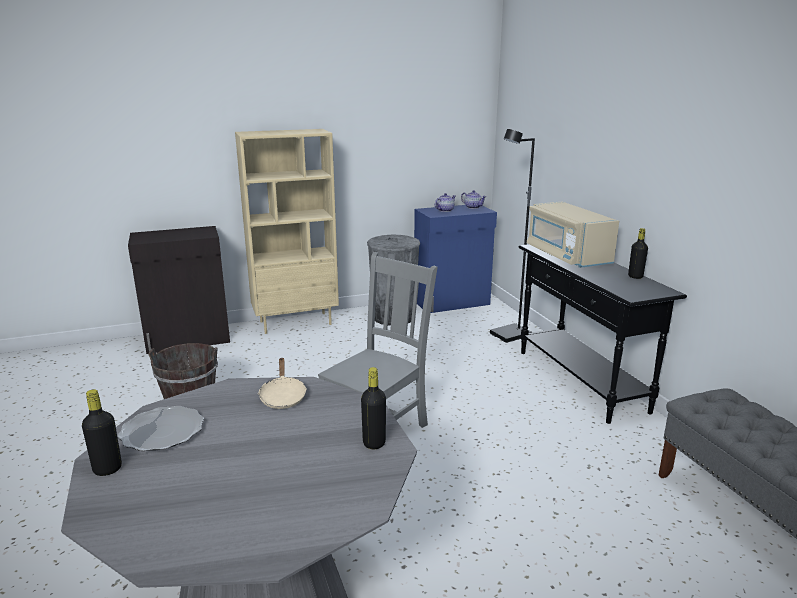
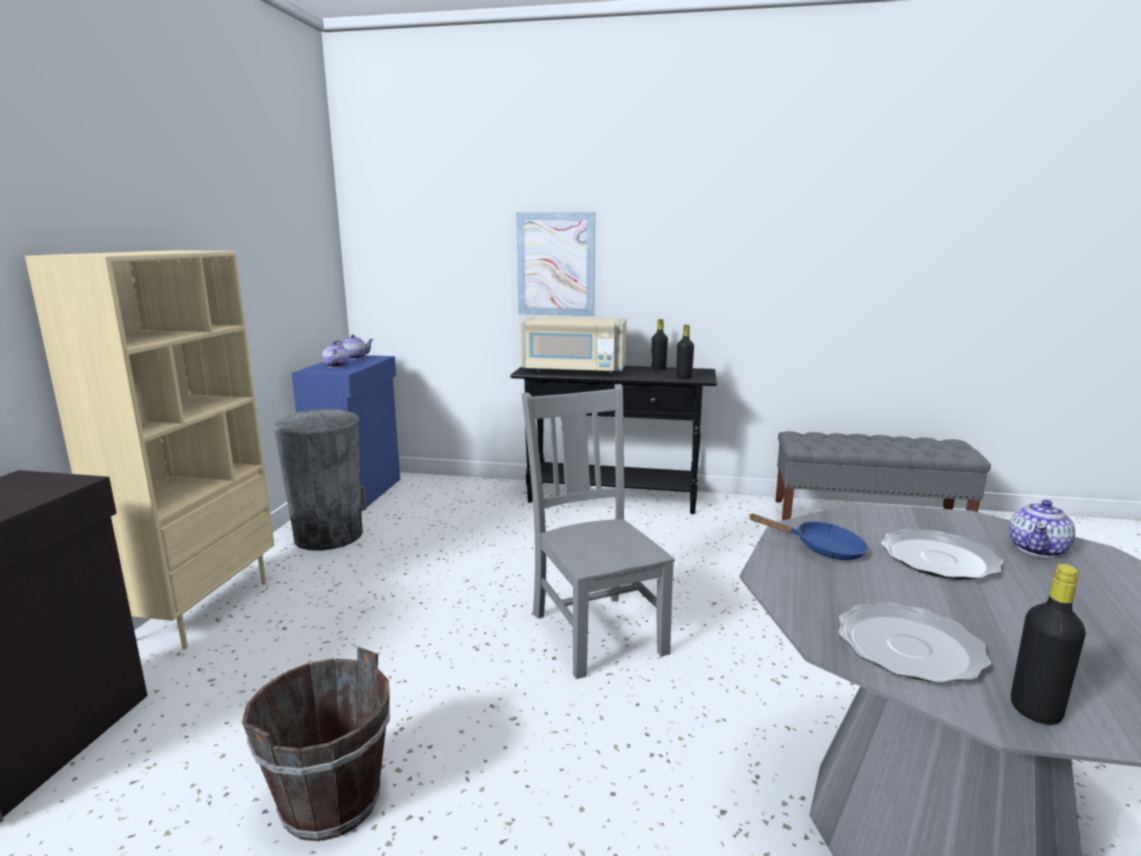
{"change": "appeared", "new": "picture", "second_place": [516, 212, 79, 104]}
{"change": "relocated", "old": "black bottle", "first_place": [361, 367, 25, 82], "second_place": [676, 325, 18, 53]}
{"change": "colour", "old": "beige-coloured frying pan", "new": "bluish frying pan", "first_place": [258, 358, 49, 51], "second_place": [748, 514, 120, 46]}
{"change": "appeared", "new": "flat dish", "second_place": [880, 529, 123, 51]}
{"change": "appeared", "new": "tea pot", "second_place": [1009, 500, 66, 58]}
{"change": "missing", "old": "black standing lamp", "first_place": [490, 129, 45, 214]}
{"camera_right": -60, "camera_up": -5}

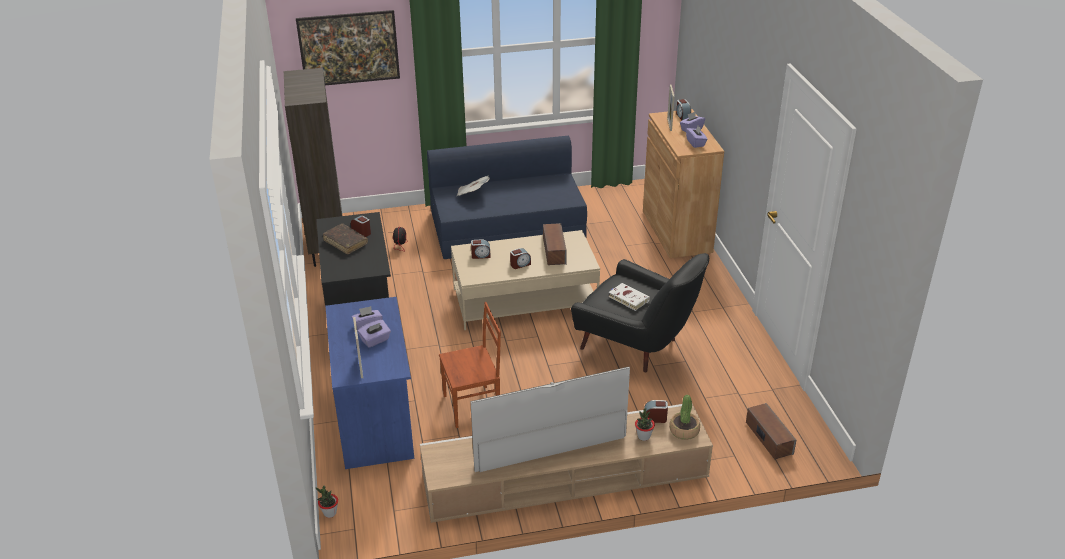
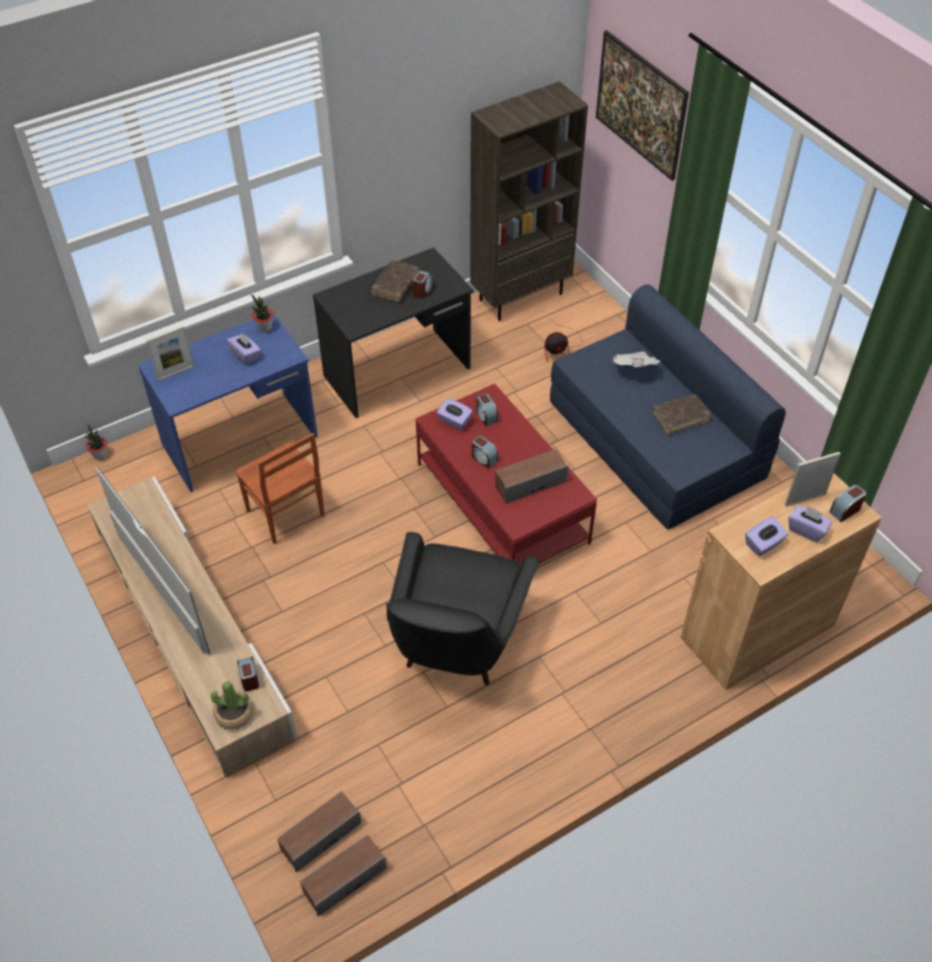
{"change": "relocated", "old": "potted plant", "first_place": [635, 408, 20, 33], "second_place": [251, 294, 23, 38]}
{"change": "appeared", "new": "audio speaker", "second_place": [300, 835, 87, 81]}
{"change": "colour", "old": "beige-coloured lounge table", "new": "red-coloured lounge table", "first_place": [451, 230, 149, 100], "second_place": [415, 383, 182, 182]}
{"change": "relocated", "old": "purple box of tissues", "first_place": [358, 320, 33, 28], "second_place": [437, 398, 36, 32]}
{"change": "appeared", "new": "brownish bound book", "second_place": [653, 394, 58, 41]}
{"change": "missing", "old": "whitish bound book", "first_place": [608, 283, 42, 28]}
{"camera_right": 70, "camera_up": 15}

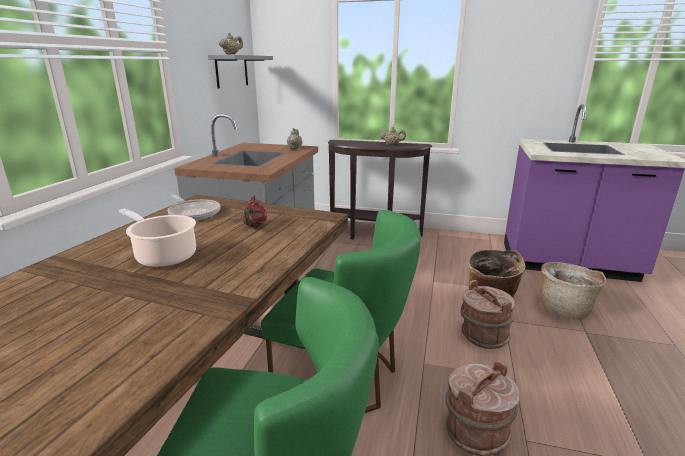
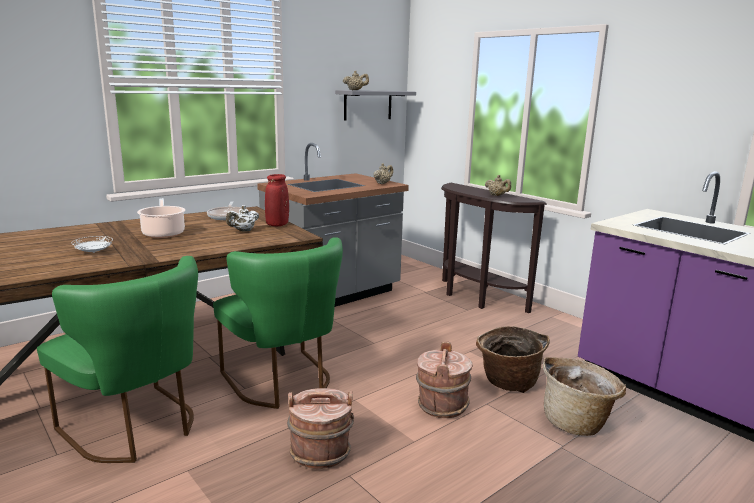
{"change": "appeared", "new": "whitish flat dish", "second_place": [72, 236, 41, 17]}
{"change": "colour", "old": "red-coloured tea pot", "new": "whitish tea pot", "first_place": [241, 196, 26, 32], "second_place": [226, 205, 33, 27]}
{"change": "appeared", "new": "red-coloured decorative vase", "second_place": [265, 174, 24, 52]}
{"camera_right": 35, "camera_up": -5}

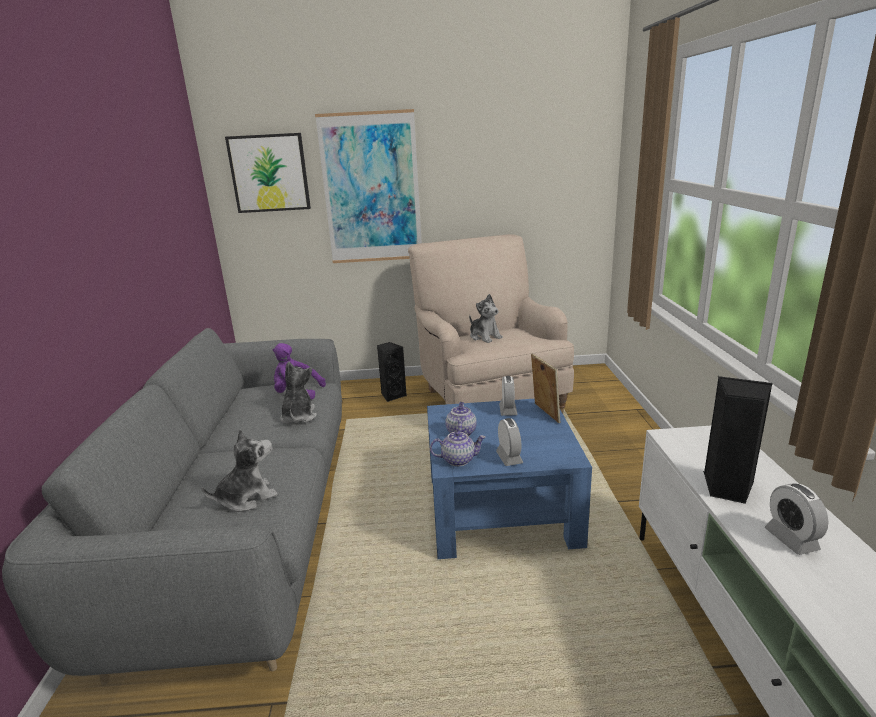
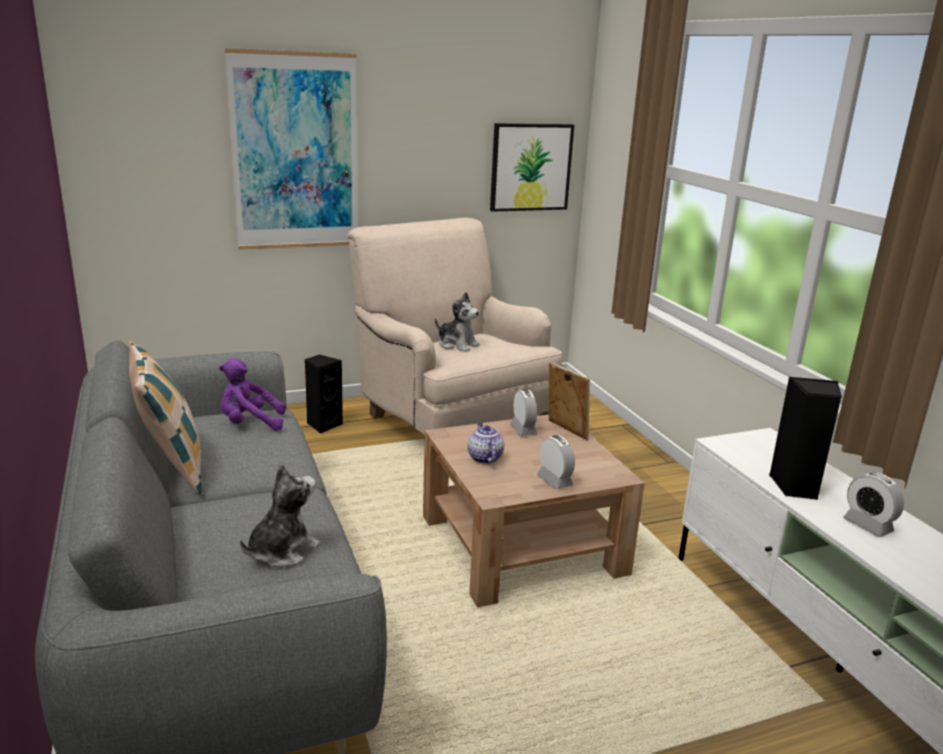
{"change": "appeared", "new": "throw pillow", "second_place": [129, 340, 73, 155]}
{"change": "colour", "old": "bluish lounge table", "new": "brownish lounge table", "first_place": [427, 399, 165, 160], "second_place": [423, 415, 222, 193]}
{"change": "relocated", "old": "picture", "first_place": [225, 133, 86, 80], "second_place": [490, 123, 84, 89]}
{"change": "missing", "old": "plush toy", "first_place": [280, 361, 37, 63]}
{"change": "missing", "old": "tea pot", "first_place": [430, 431, 56, 35]}
{"camera_right": -20, "camera_up": 0}

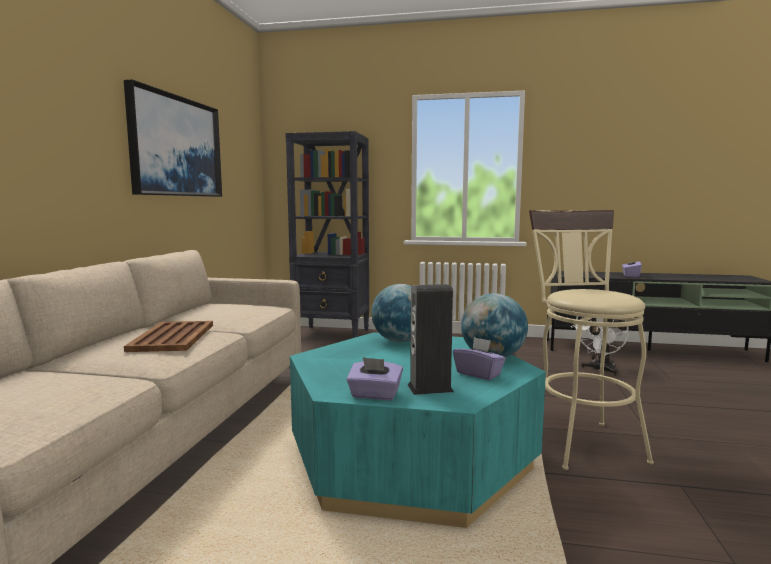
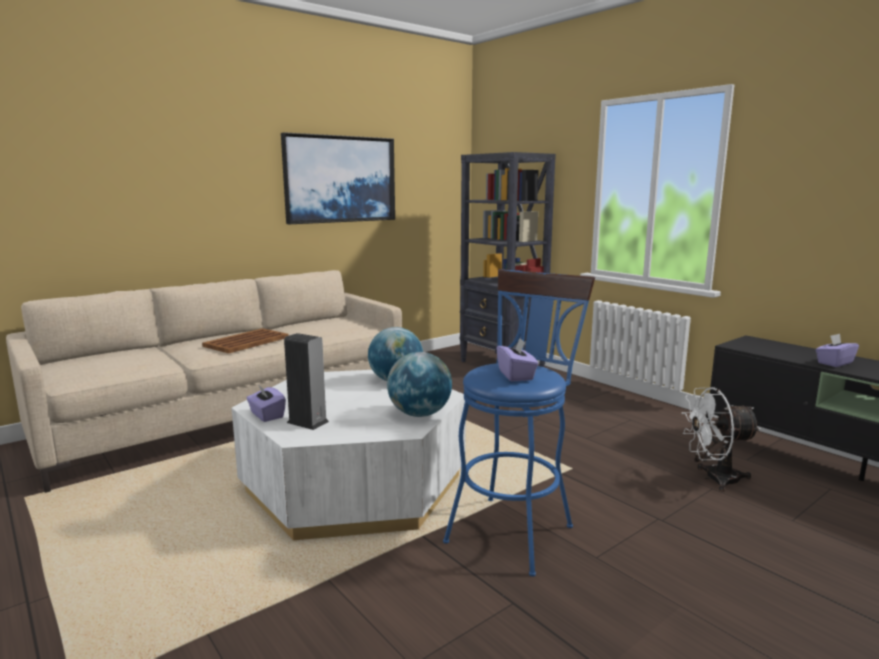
{"change": "colour", "old": "turquoise-coloured lounge table", "new": "whitish lounge table", "first_place": [290, 333, 256, 195], "second_place": [231, 370, 235, 170]}
{"change": "colour", "old": "beige-coloured stool", "new": "bluish stool", "first_place": [529, 210, 125, 260], "second_place": [443, 269, 152, 308]}
{"change": "relocated", "old": "purple box of tissues", "first_place": [453, 337, 53, 43], "second_place": [496, 338, 42, 43]}
{"camera_right": 40, "camera_up": 5}

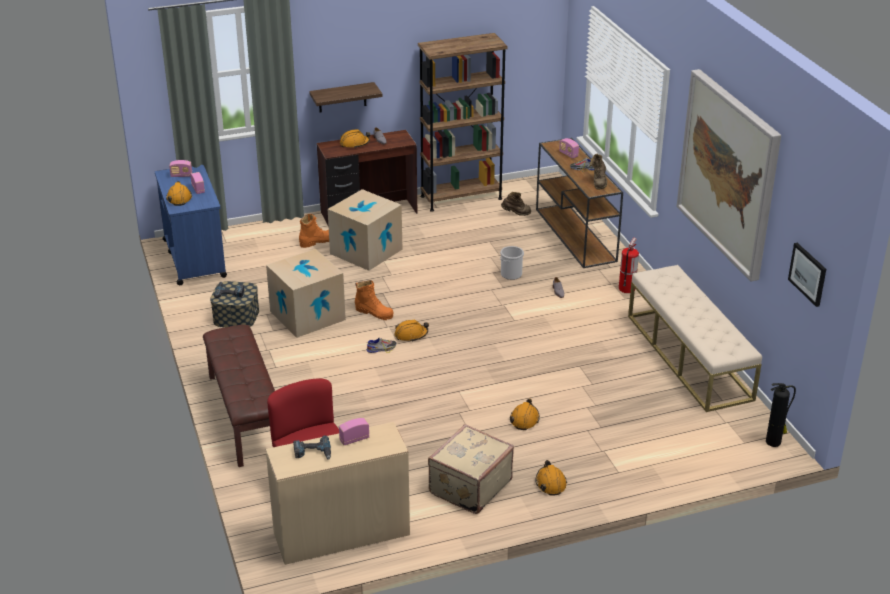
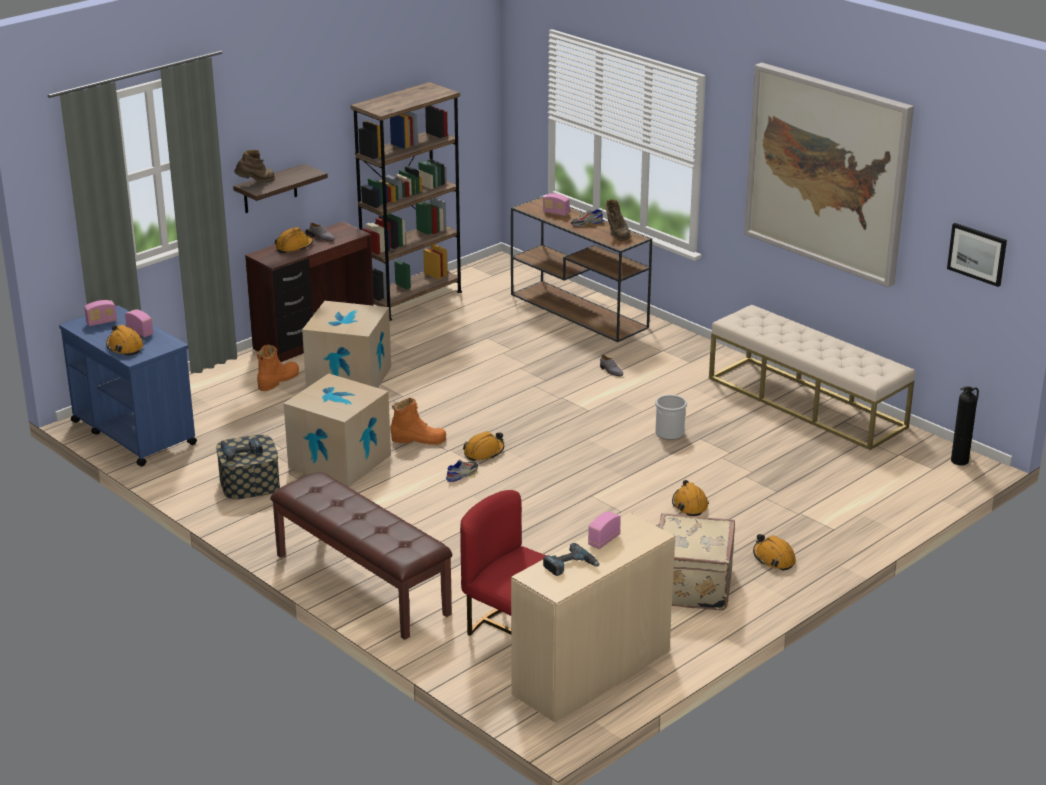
{"change": "relocated", "old": "brownish high-top boot", "first_place": [501, 192, 30, 24], "second_place": [234, 150, 41, 32]}
{"change": "relocated", "old": "bucket", "first_place": [500, 246, 24, 34], "second_place": [655, 395, 32, 45]}
{"change": "missing", "old": "fire-fighting cylinder", "first_place": [619, 238, 20, 55]}
{"camera_right": -25, "camera_up": -5}

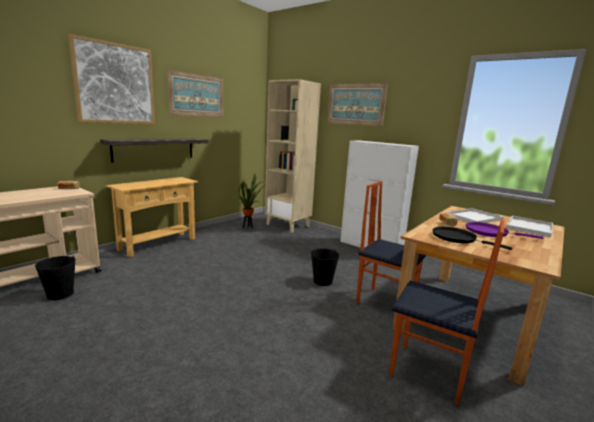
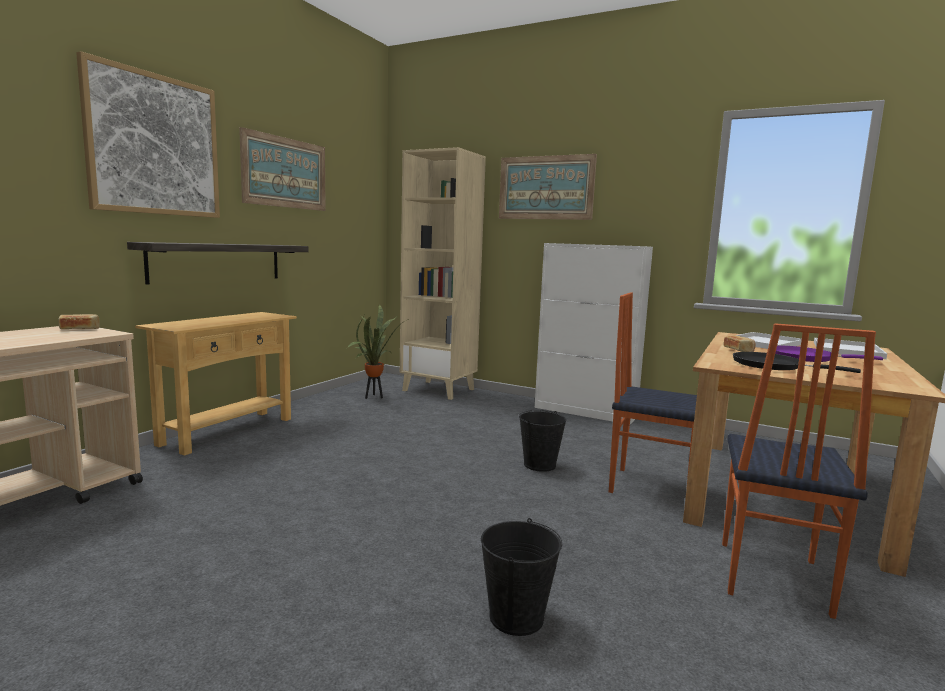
{"change": "relocated", "old": "black bucket", "first_place": [35, 255, 41, 45], "second_place": [481, 518, 81, 118]}
{"change": "spun", "old": "chair", "first_place": [389, 219, 116, 187], "second_place": [722, 323, 154, 296], "degrees": 90}
{"camera_right": -10, "camera_up": -5}

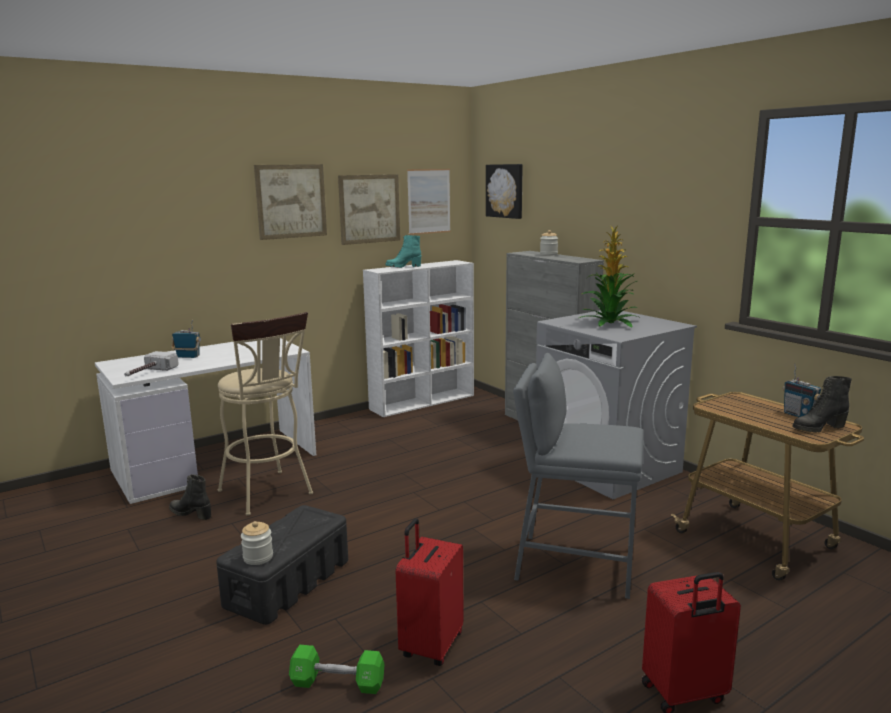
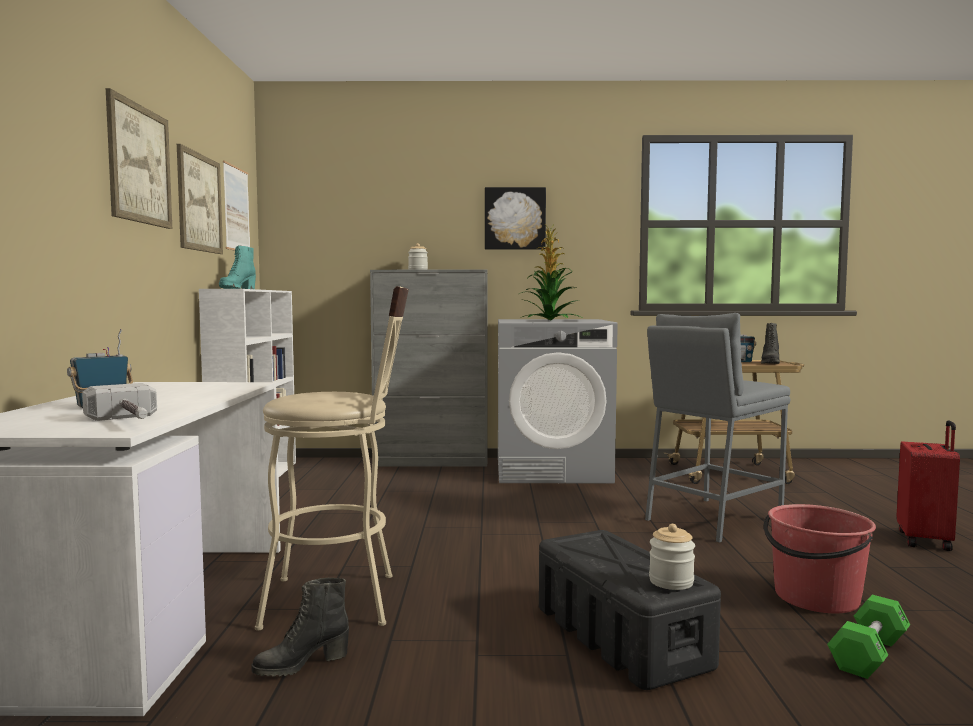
{"change": "relocated", "old": "picture", "first_place": [486, 164, 37, 55], "second_place": [485, 187, 61, 63]}
{"change": "exchanged", "old": "red-coloured travel case", "new": "red-coloured bucket", "first_place": [396, 518, 68, 148], "second_place": [764, 504, 112, 109]}
{"camera_right": -55, "camera_up": -10}

